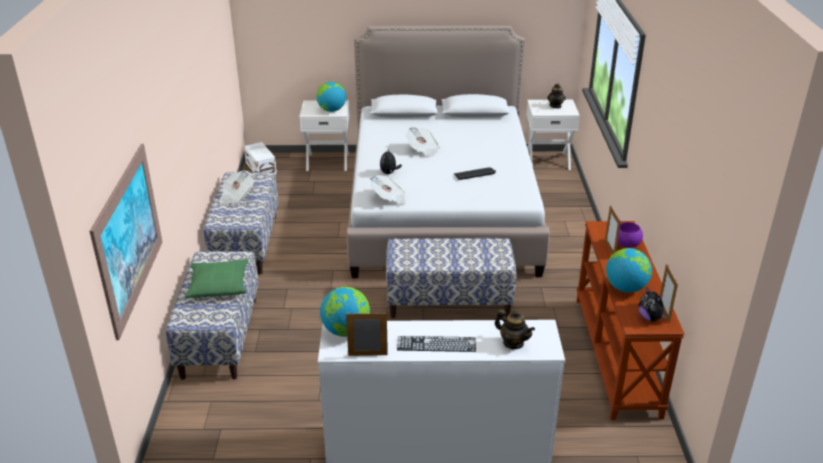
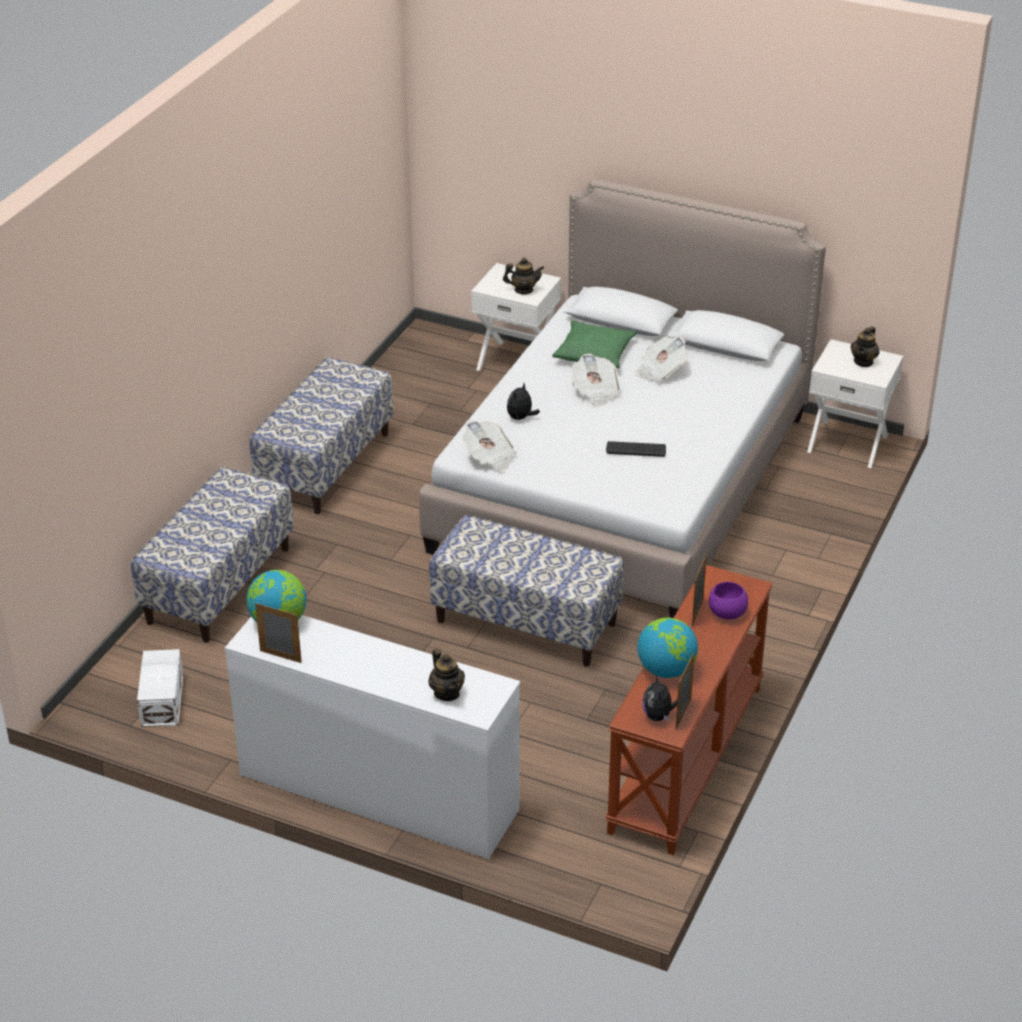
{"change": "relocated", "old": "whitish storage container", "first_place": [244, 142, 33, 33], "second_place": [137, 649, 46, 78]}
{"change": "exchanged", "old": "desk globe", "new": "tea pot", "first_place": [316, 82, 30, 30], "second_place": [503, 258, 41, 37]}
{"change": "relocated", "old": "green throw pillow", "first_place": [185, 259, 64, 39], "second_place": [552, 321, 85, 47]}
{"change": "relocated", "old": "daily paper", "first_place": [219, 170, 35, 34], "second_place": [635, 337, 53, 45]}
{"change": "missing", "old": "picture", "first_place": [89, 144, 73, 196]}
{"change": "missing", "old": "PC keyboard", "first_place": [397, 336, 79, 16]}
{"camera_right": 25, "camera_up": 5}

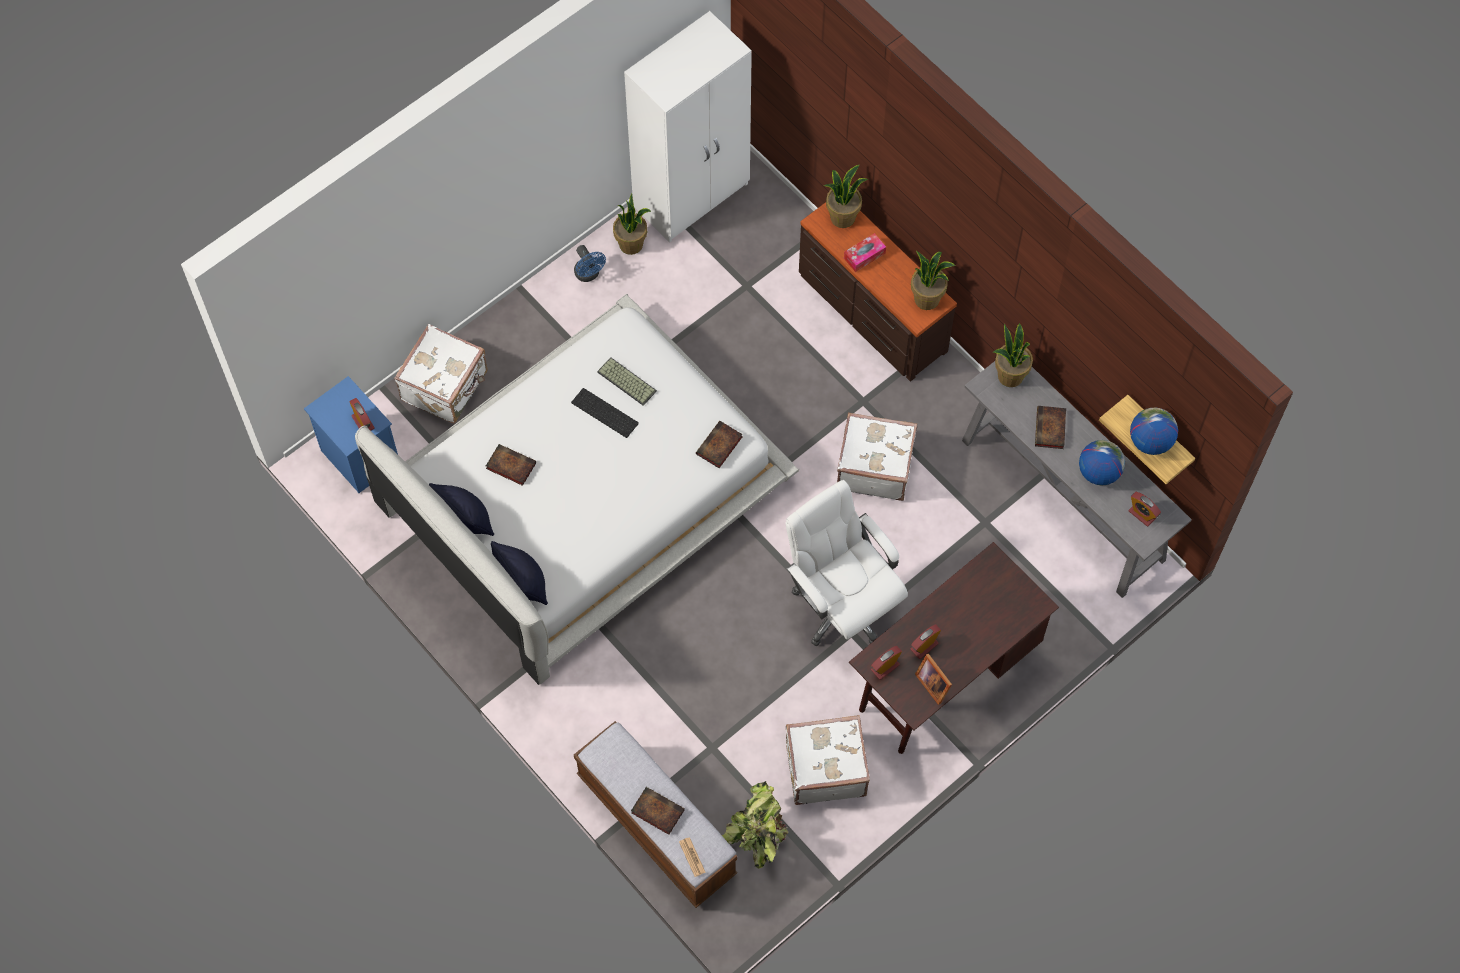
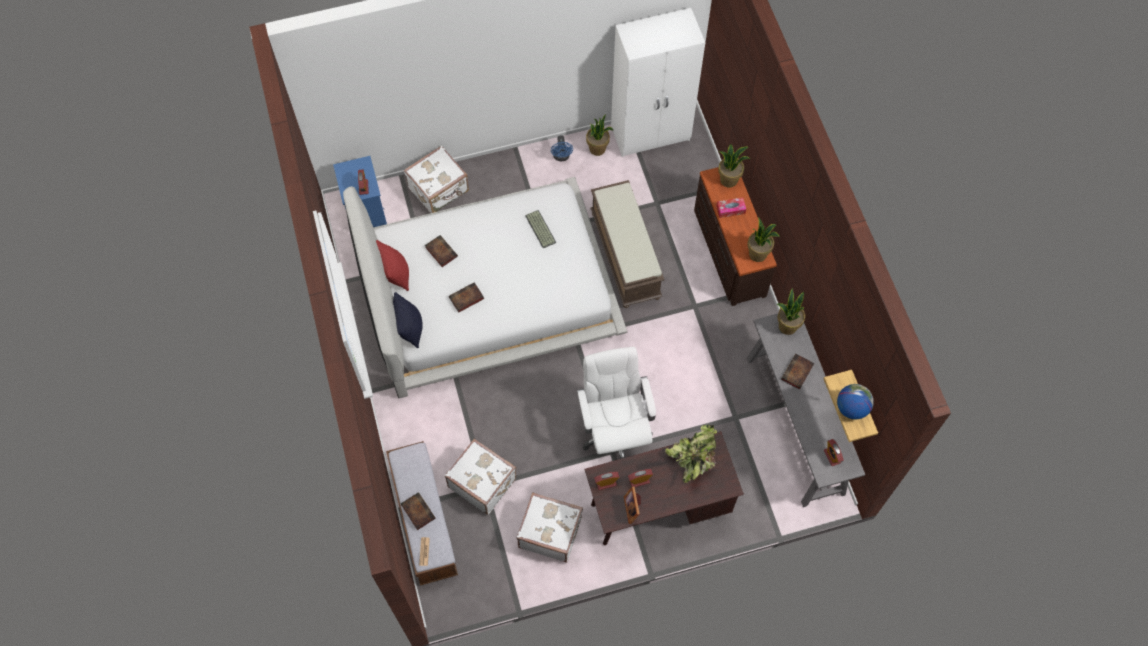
{"change": "colour", "old": "black throw pillow", "new": "red-coloured throw pillow", "first_place": [429, 483, 65, 53], "second_place": [376, 240, 33, 51]}
{"change": "relocated", "old": "whitish travel case", "first_place": [837, 412, 80, 89], "second_place": [445, 439, 71, 76]}
{"change": "relocated", "old": "bound book", "first_place": [696, 421, 47, 47], "second_place": [449, 282, 35, 31]}
{"change": "appeared", "new": "brownish bench", "second_place": [590, 180, 74, 128]}
{"change": "relocated", "old": "potted plant", "first_place": [722, 781, 66, 88], "second_place": [665, 425, 52, 58]}
{"change": "missing", "old": "PC keyboard", "first_place": [571, 388, 68, 50]}
{"change": "missing", "old": "desk globe", "first_place": [1079, 440, 46, 45]}
{"camera_right": 25, "camera_up": 0}

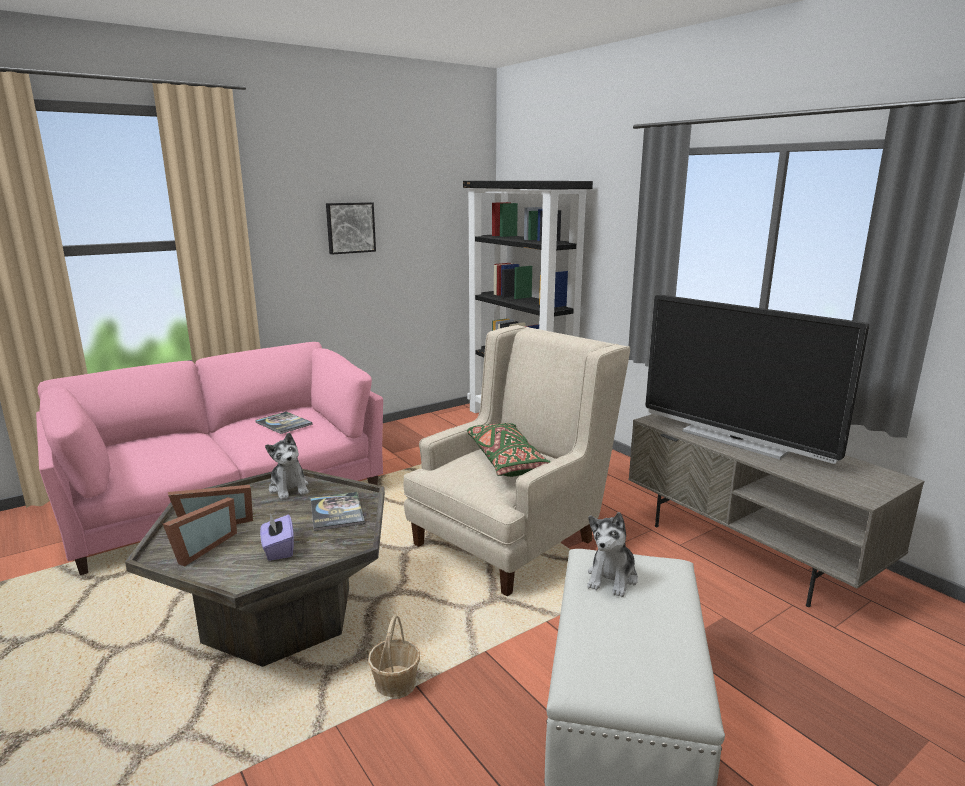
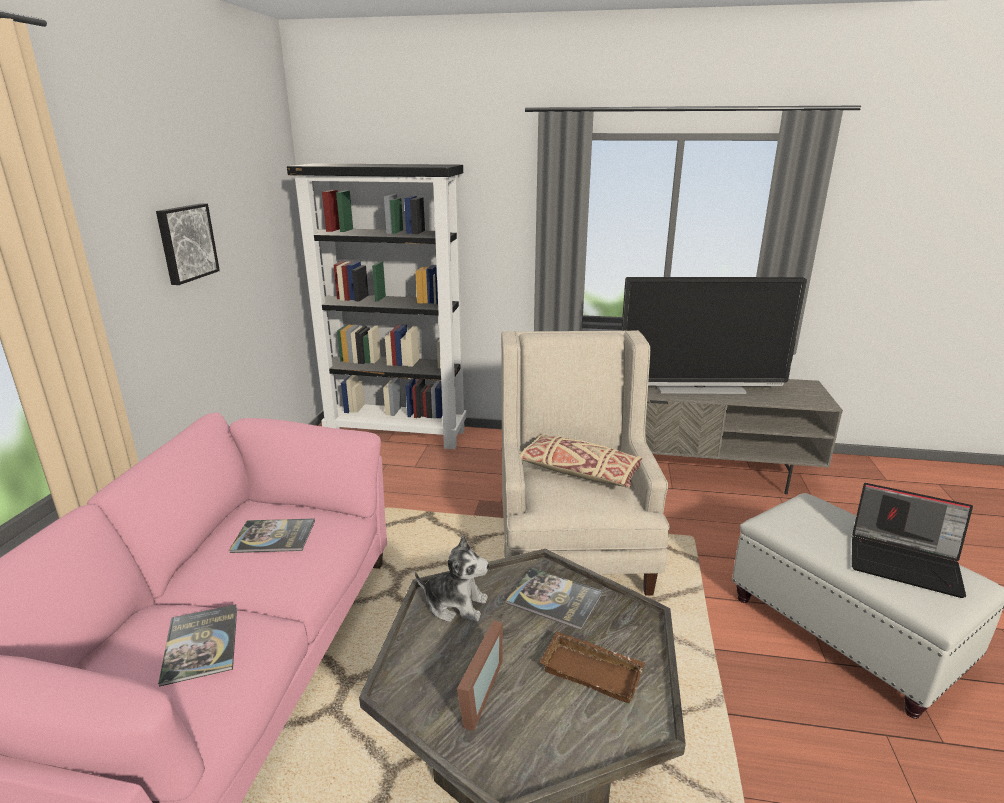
{"change": "appeared", "new": "bound book", "second_place": [158, 604, 79, 83]}
{"change": "colour", "old": "green throw pillow", "new": "beige-coloured throw pillow", "first_place": [467, 423, 84, 54], "second_place": [519, 434, 123, 54]}
{"change": "exchanged", "old": "purple box of tissues", "new": "brownish carrying tray", "first_place": [260, 513, 34, 48], "second_place": [540, 631, 105, 72]}
{"change": "appeared", "new": "notebook computer", "second_place": [852, 483, 121, 115]}
{"change": "missing", "old": "picture frame", "first_place": [163, 497, 74, 69]}
{"change": "missing", "old": "basket", "first_place": [368, 615, 52, 84]}
{"change": "missing", "old": "plush toy", "first_place": [587, 512, 51, 85]}
{"camera_right": -45, "camera_up": 5}

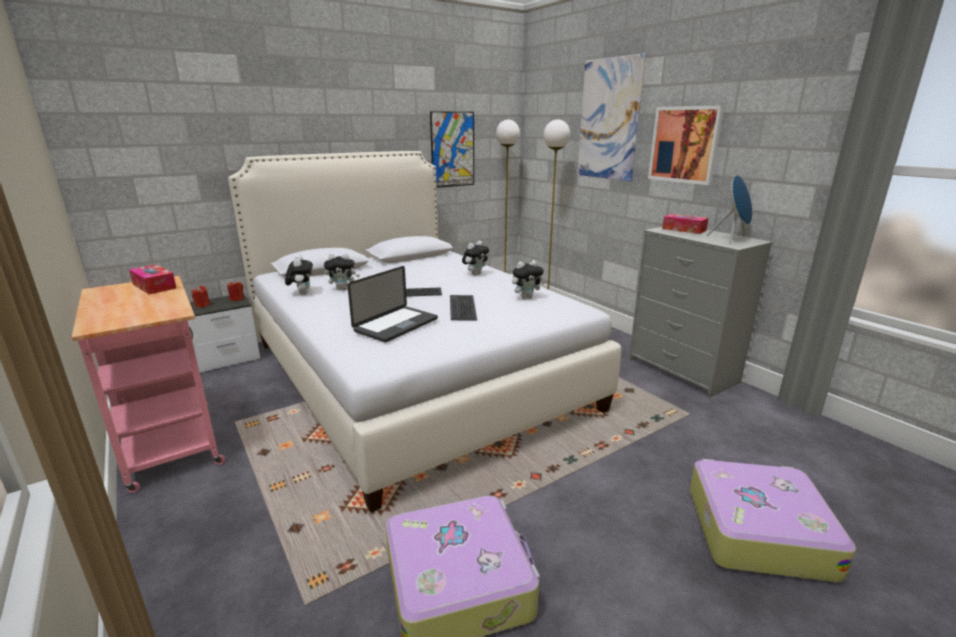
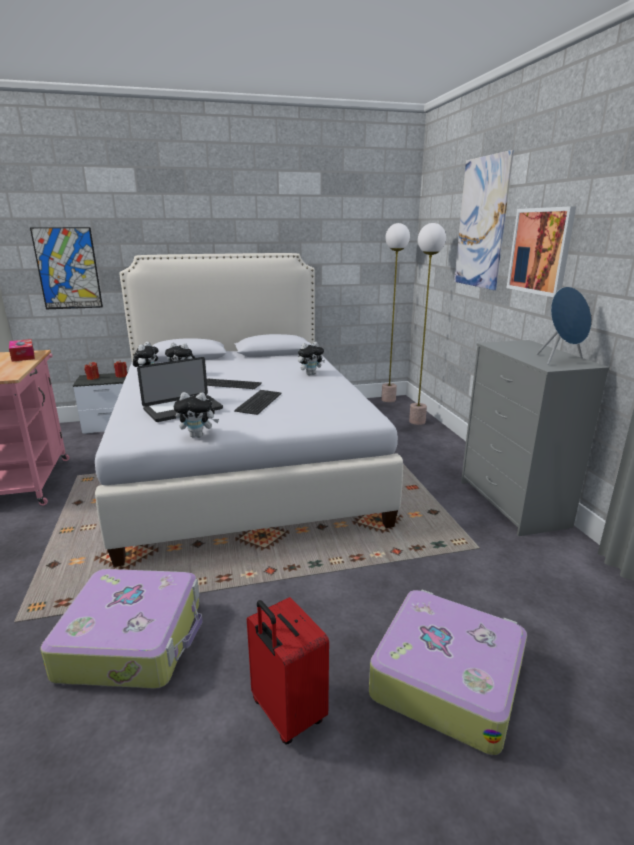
{"change": "relocated", "old": "picture", "first_place": [430, 111, 44, 77], "second_place": [30, 227, 73, 82]}
{"change": "relocated", "old": "plush toy", "first_place": [512, 260, 33, 39], "second_place": [174, 392, 45, 46]}
{"change": "appeared", "new": "red-coloured travel case", "second_place": [247, 597, 82, 148]}
{"change": "missing", "old": "box of tissues", "first_place": [662, 214, 47, 20]}
{"camera_right": 20, "camera_up": 0}

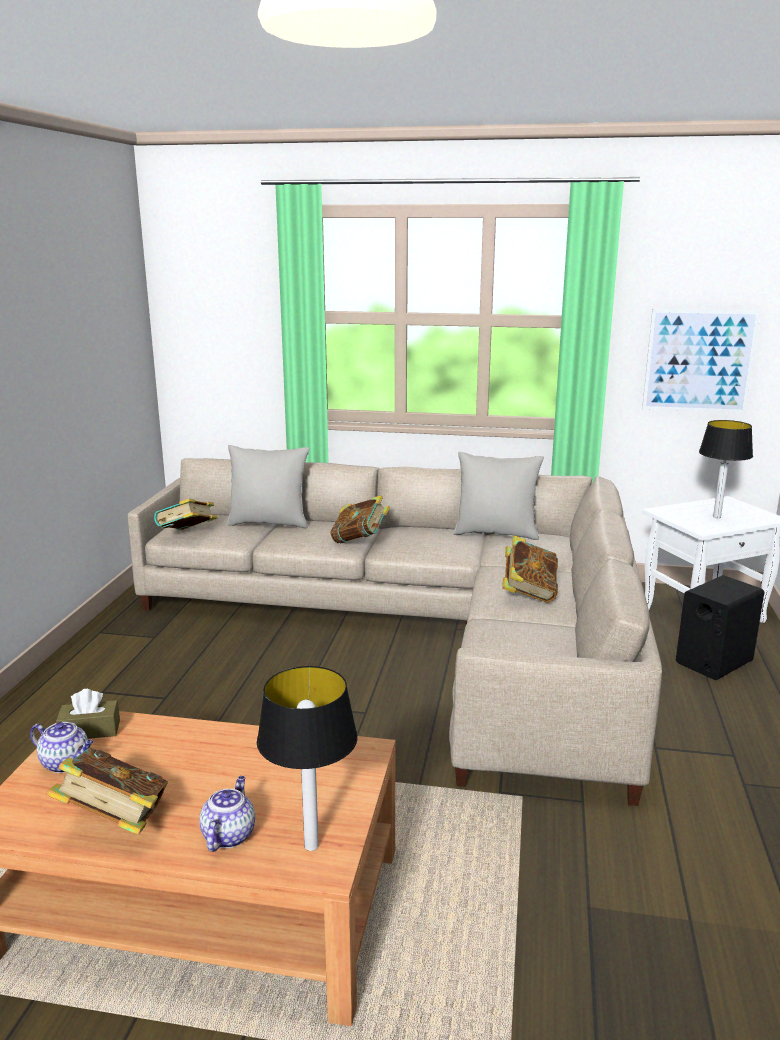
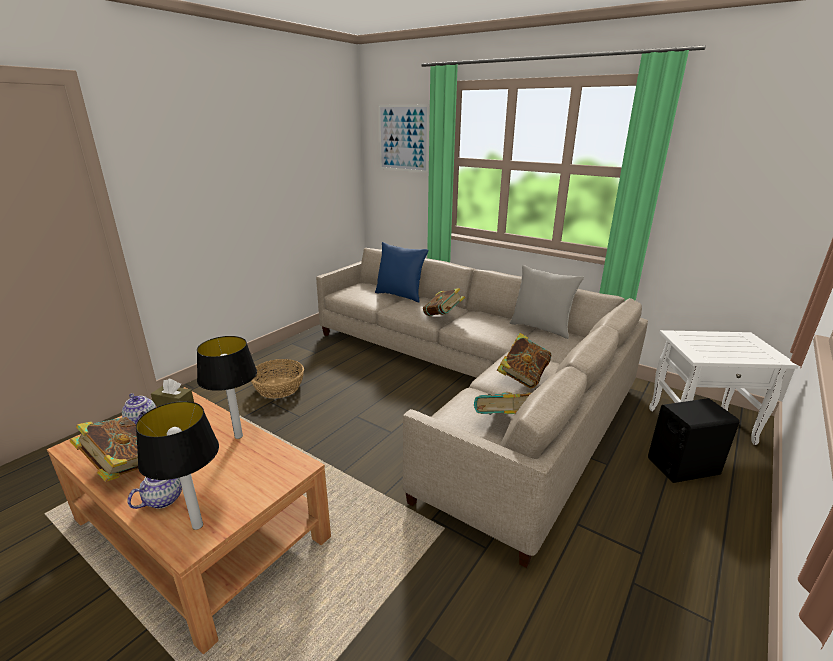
{"change": "relocated", "old": "tabletop lamp", "first_place": [699, 420, 54, 98], "second_place": [197, 336, 60, 103]}
{"change": "appeared", "new": "basket", "second_place": [251, 359, 53, 39]}
{"change": "colour", "old": "gray throw pillow", "new": "bluish throw pillow", "first_place": [227, 445, 83, 83], "second_place": [375, 242, 54, 61]}
{"change": "relocated", "old": "picture", "first_place": [642, 309, 118, 104], "second_place": [379, 105, 51, 68]}
{"change": "relocated", "old": "bound book", "first_place": [154, 498, 63, 32], "second_place": [474, 392, 57, 23]}
{"camera_right": 25, "camera_up": 5}

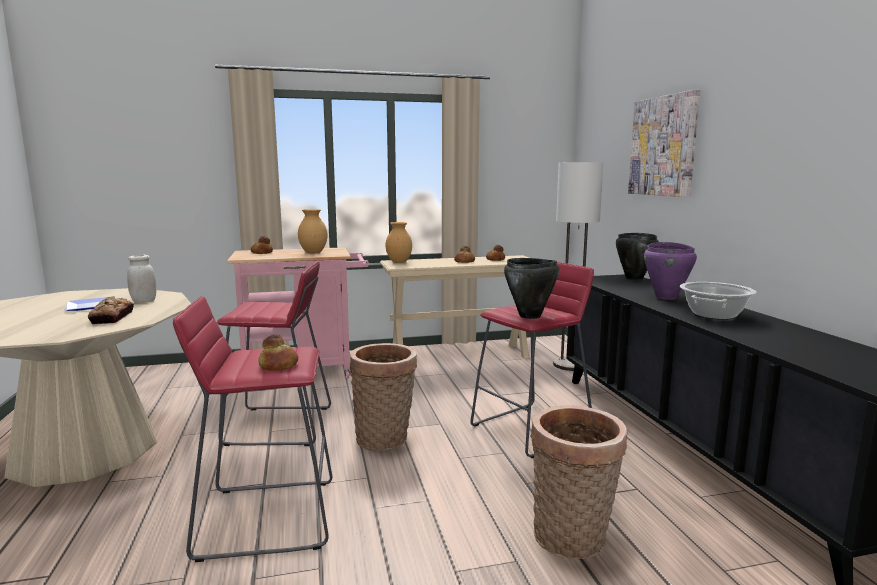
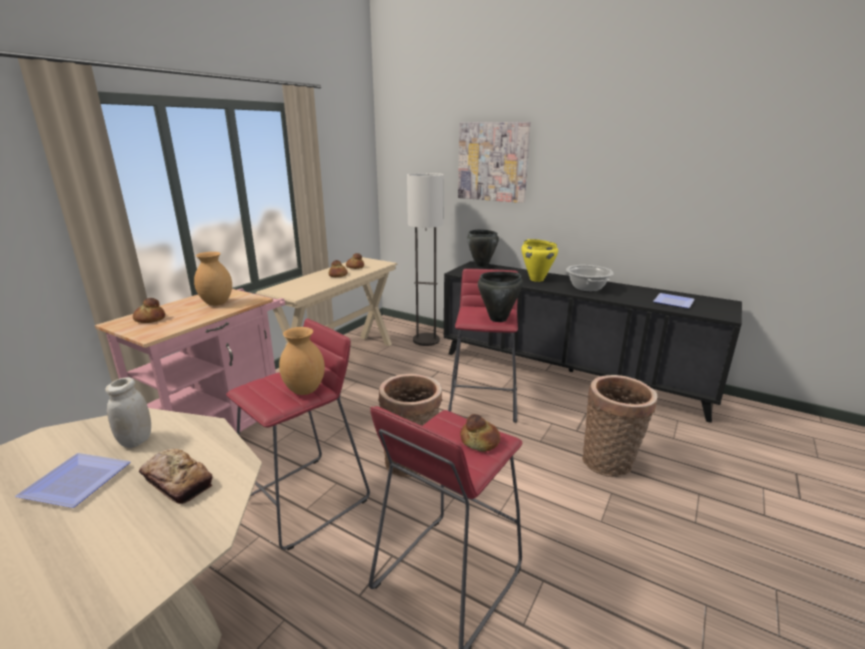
{"change": "relocated", "old": "brownish decorative vase", "first_place": [386, 222, 26, 41], "second_place": [279, 327, 46, 68]}
{"change": "colour", "old": "purple saucepot", "new": "yellow-coloured saucepot", "first_place": [644, 242, 53, 58], "second_place": [521, 239, 37, 43]}
{"change": "appeared", "new": "flat dish", "second_place": [653, 293, 42, 15]}
{"camera_right": -45, "camera_up": 10}

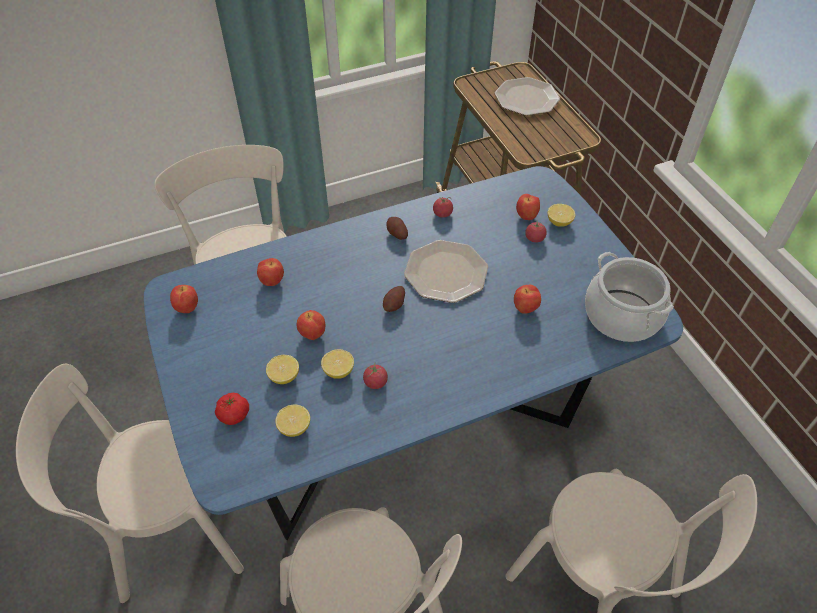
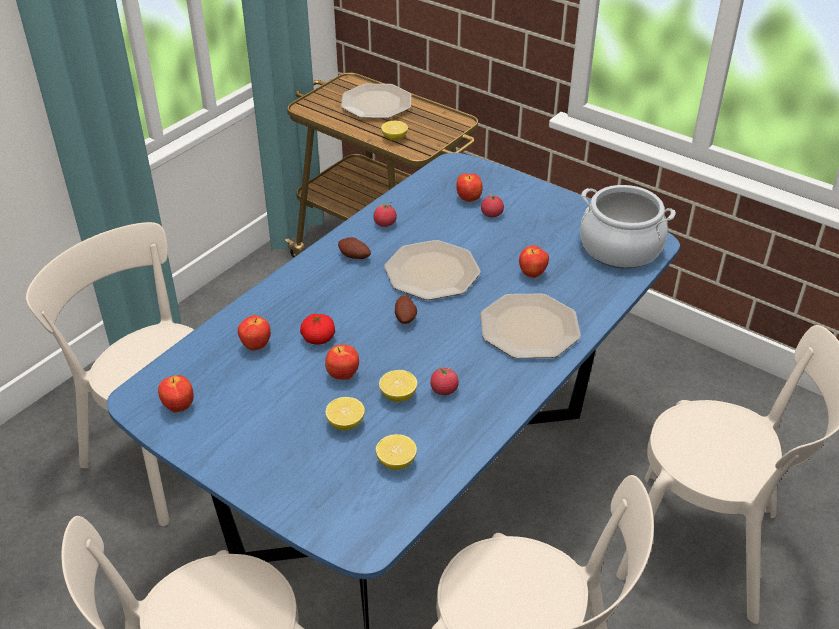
{"change": "relocated", "old": "whole tomato", "first_place": [215, 393, 34, 32], "second_place": [300, 314, 35, 30]}
{"change": "relocated", "old": "lemon", "first_place": [548, 204, 27, 23], "second_place": [381, 121, 27, 20]}
{"change": "appeared", "new": "flat dish", "second_place": [480, 294, 101, 64]}
{"camera_right": -30, "camera_up": -10}

